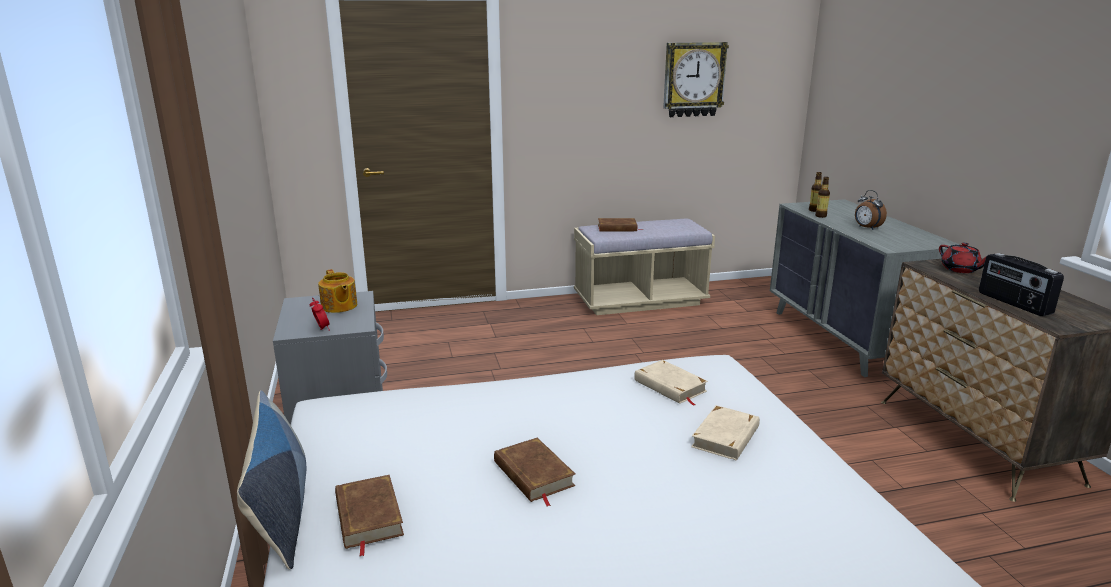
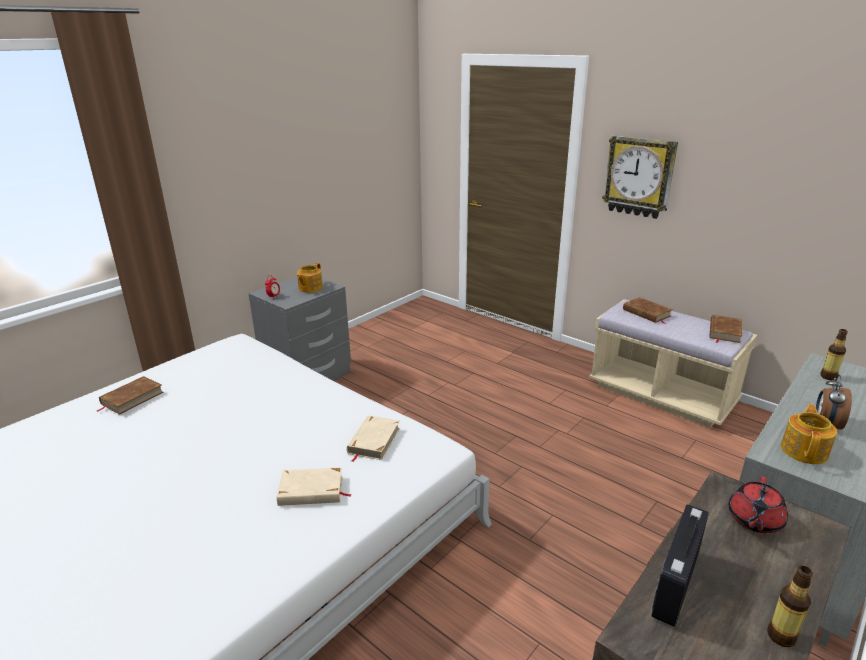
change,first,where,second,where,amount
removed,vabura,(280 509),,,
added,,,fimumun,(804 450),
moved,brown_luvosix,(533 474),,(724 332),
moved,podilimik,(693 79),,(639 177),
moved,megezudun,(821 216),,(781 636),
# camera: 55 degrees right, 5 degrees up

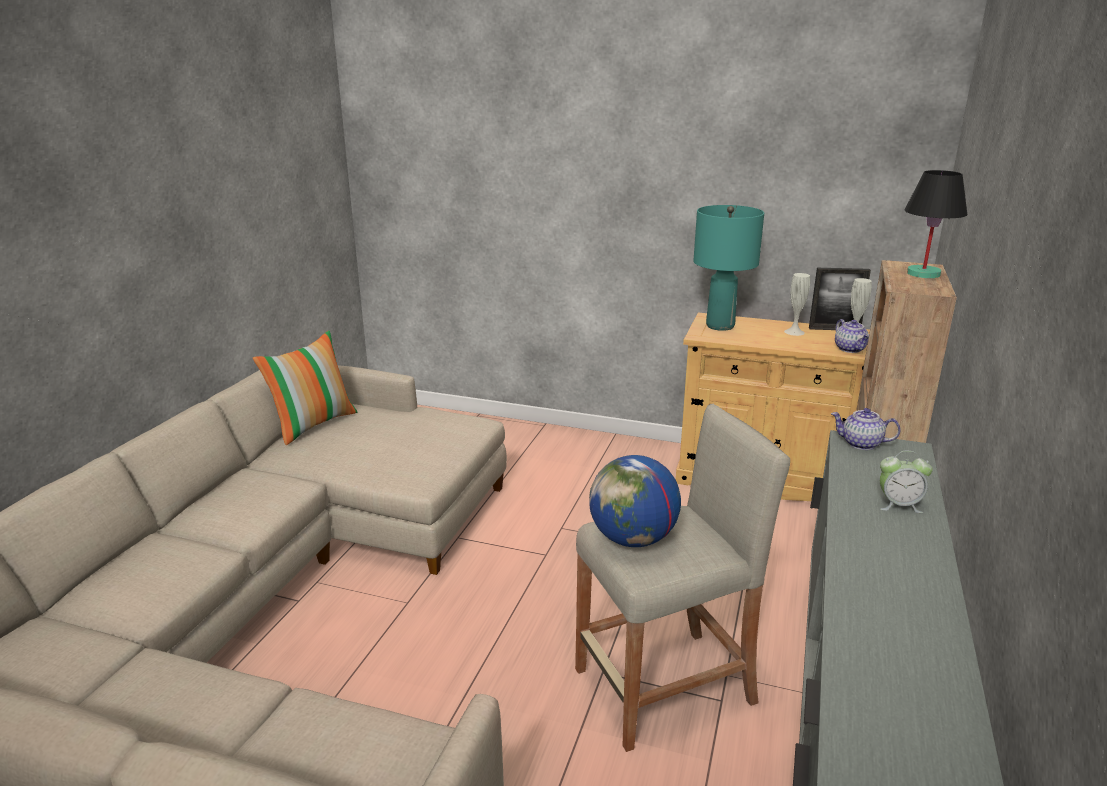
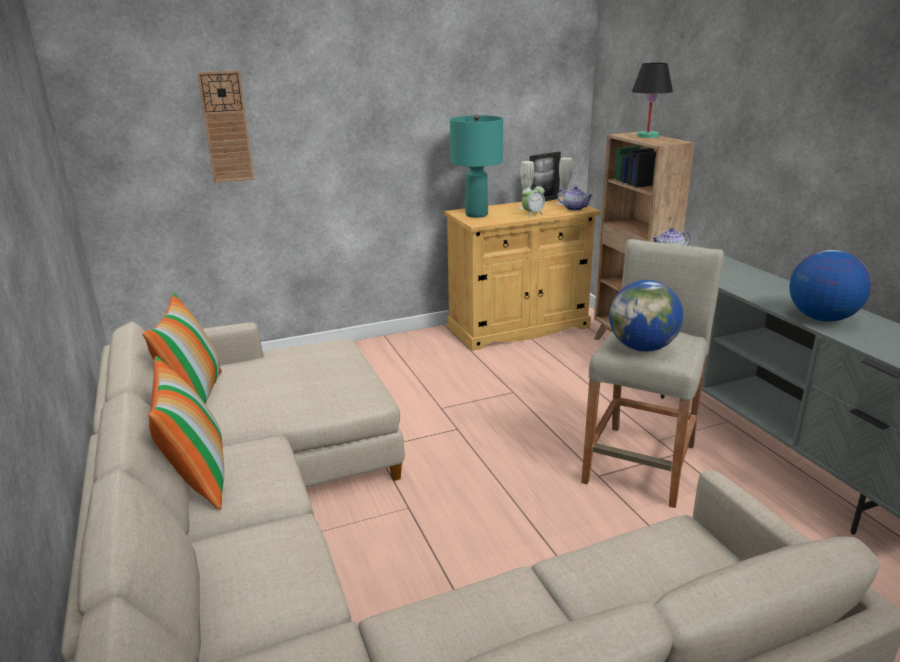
change,first,where,second,where,amount
added,,,vabura,(197 478),
added,,,podilimik,(226 127),
added,,,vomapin,(821 318),
moved,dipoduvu,(898 505),,(533 214),
# camera: 40 degrees left, 0 degrees up

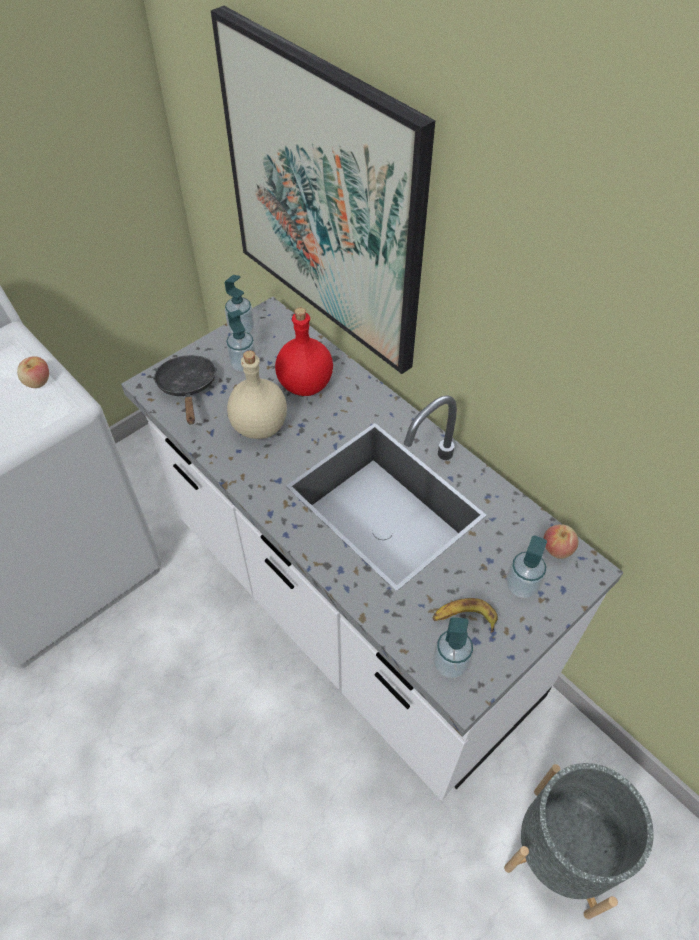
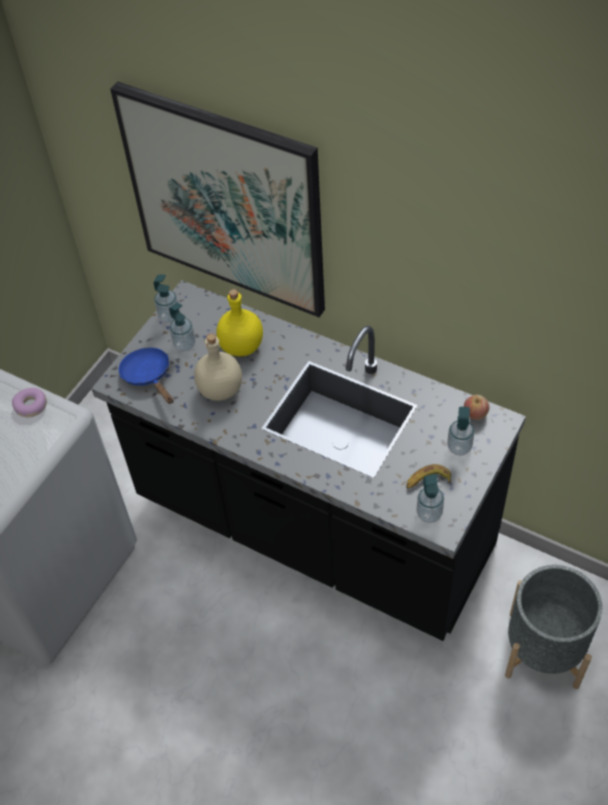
change,first,where,second,where,amount
replaced,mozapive,(38 382),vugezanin,(31 406),
recoloured,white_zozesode,(349 610),black_zozesode,(313 527),
recoloured,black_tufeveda,(188 388),blue_tufeveda,(148 376),
recoloured,red_megezudun,(304 384),yellow_megezudun,(241 346),
# camera: 15 degrees left, 0 degrees up

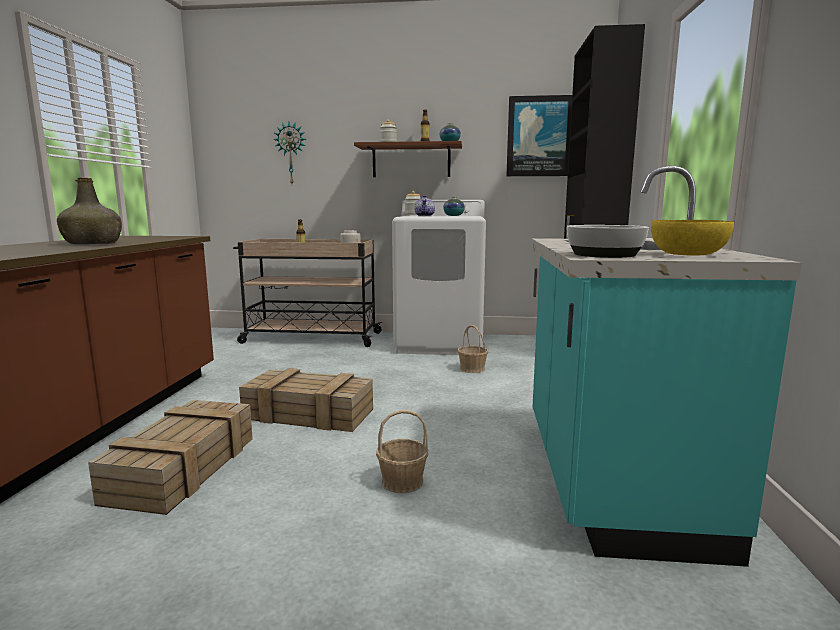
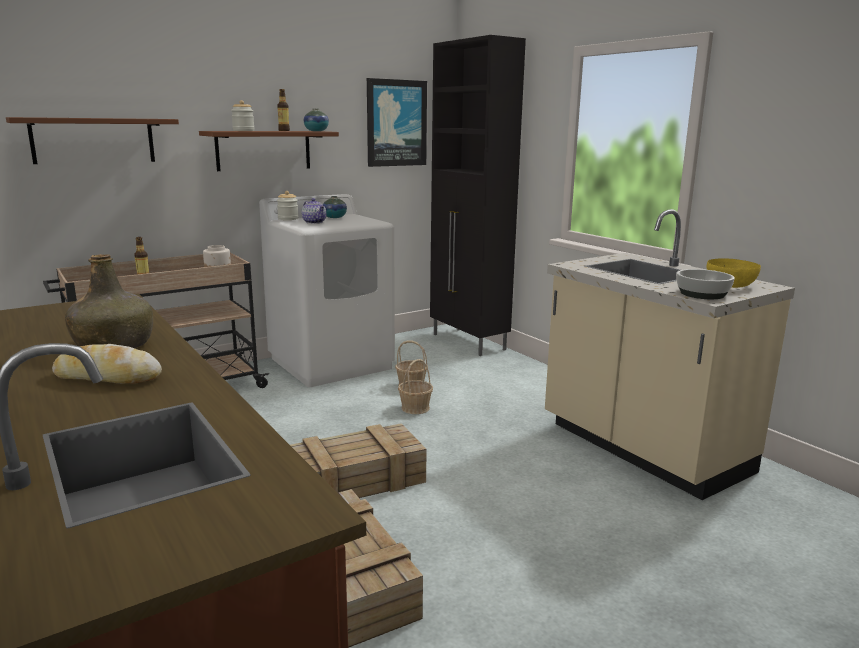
change,first,where,second,where,amount
added,,,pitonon,(108 377),
moved,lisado,(402 481),,(415 408),
replaced,podilimik,(291 153),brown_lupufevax,(93 140),
recoloured,turquoise_zozesode,(610 481),beige_zozesode,(642 449),
# camera: 40 degrees left, 5 degrees up

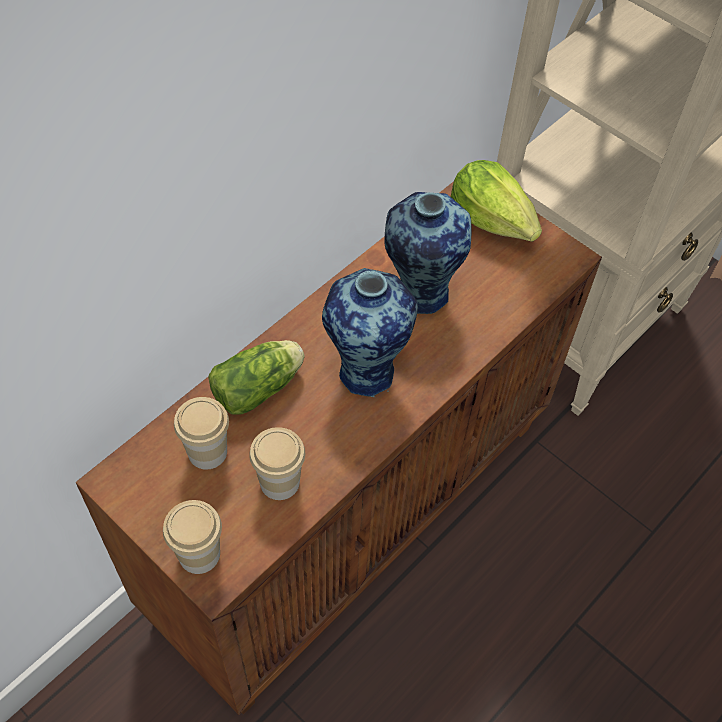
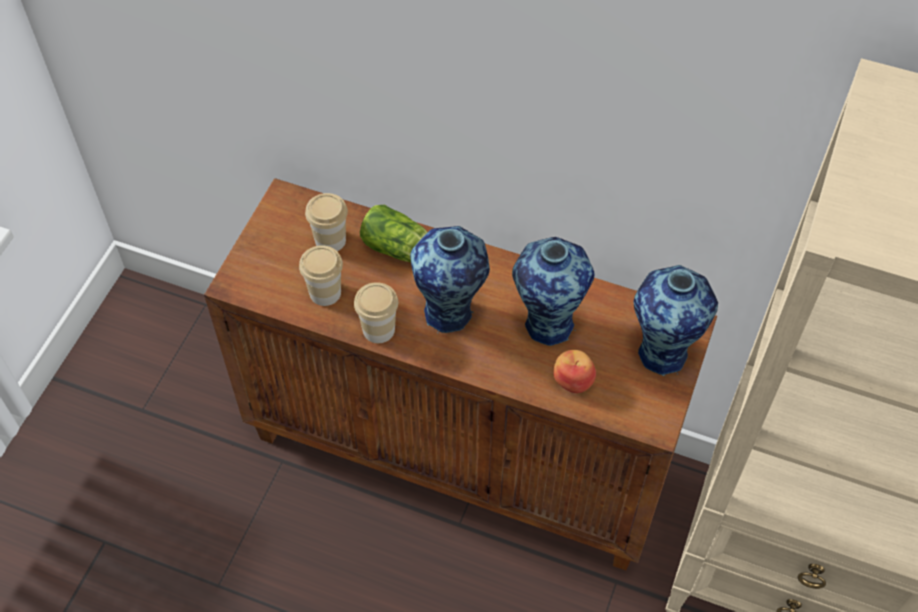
change,first,where,second,where,amount
added,,,mozapive,(573 380),
moved,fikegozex,(199 554),,(378 329),
replaced,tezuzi,(492 220),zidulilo,(663 351),
# camera: 70 degrees right, 0 degrees up

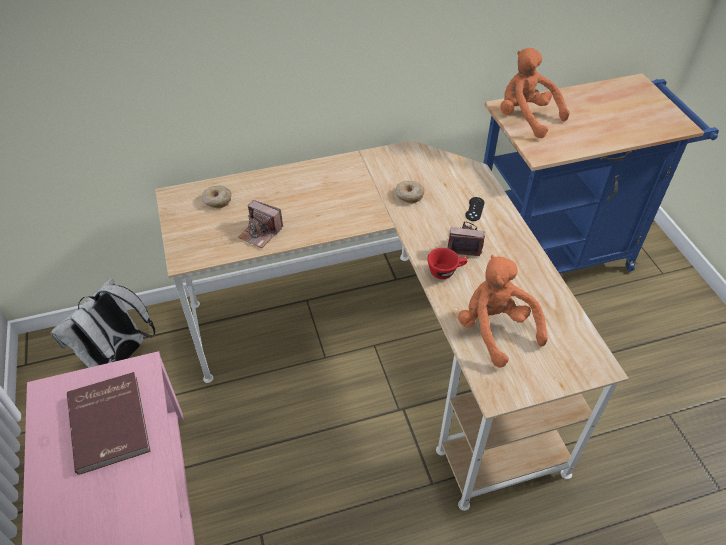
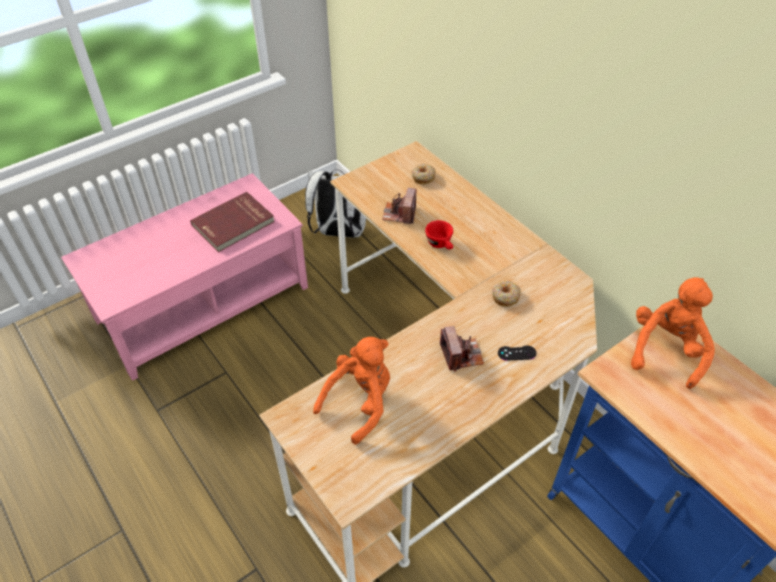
change,first,where,second,where,amount
moved,red_fikegozex,(446 271),,(441 244),
# camera: 70 degrees right, 0 degrees up

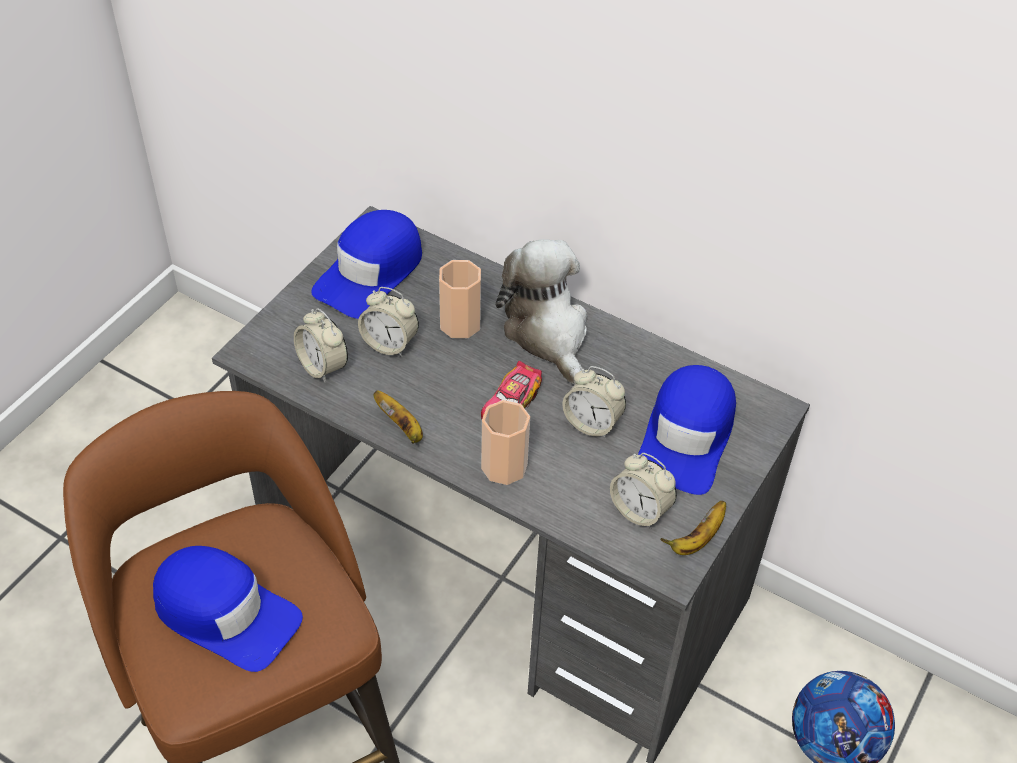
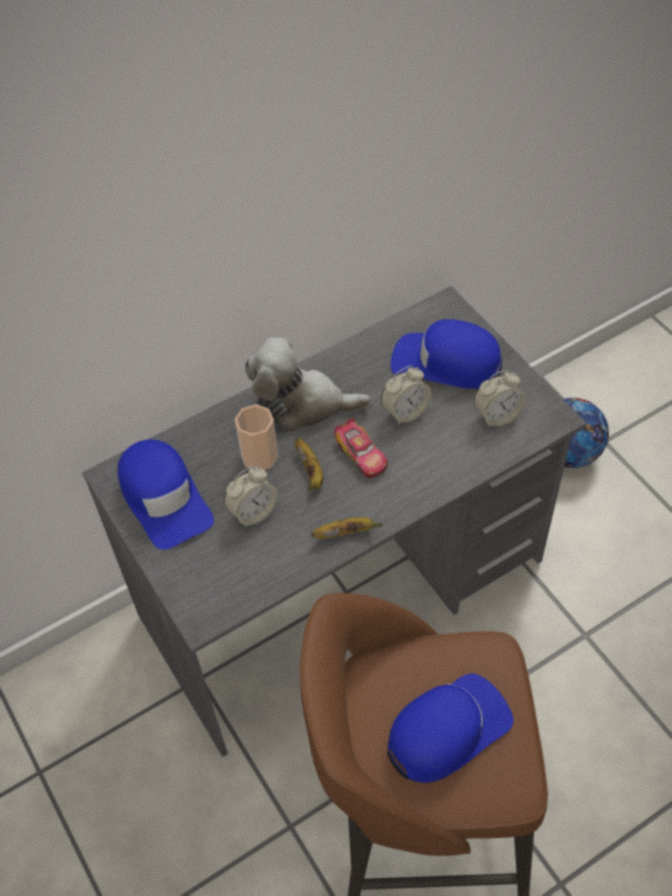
change,first,where,second,where,amount
removed,dipoduvu,(323 366),,,
removed,fikegozex,(504 466),,,
moved,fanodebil,(697 539),,(311 472),
turned,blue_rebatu,(687 437),,(446 362),150 degrees clockwise
# camera: 60 degrees left, 5 degrees up

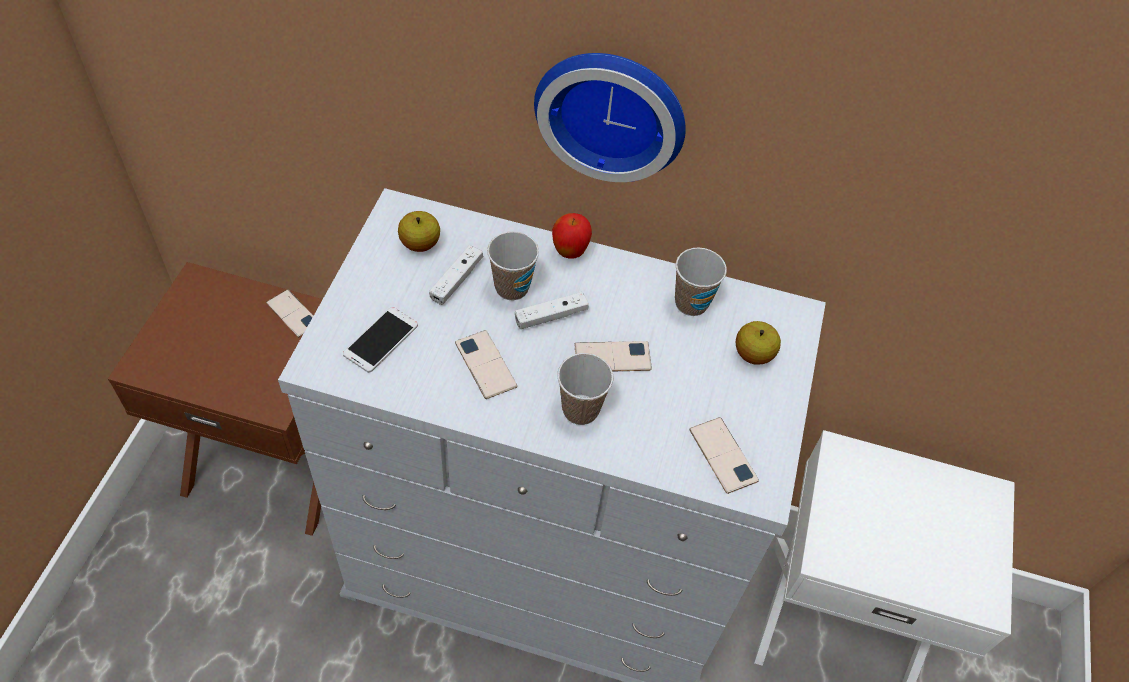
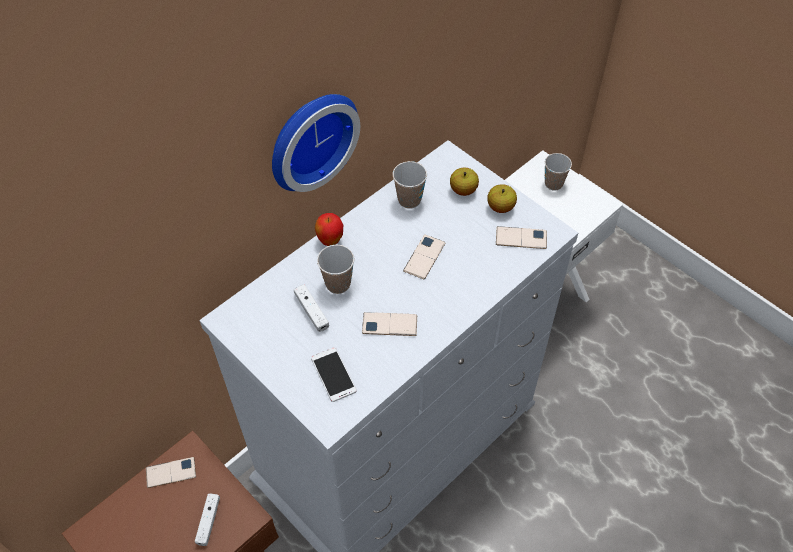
change,first,where,second,where,amount
moved,mozapive,(420 244),,(500 207),
moved,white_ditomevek,(551 316),,(208 521),
moved,fikegozex,(580 410),,(553 184),
# camera: 55 degrees left, 0 degrees up

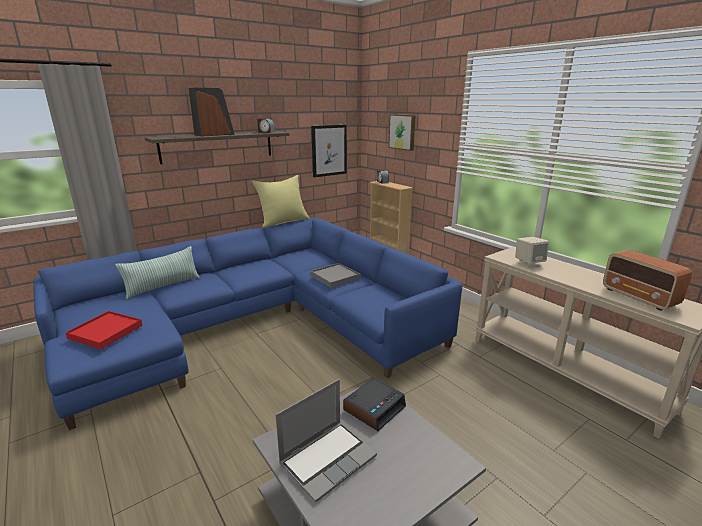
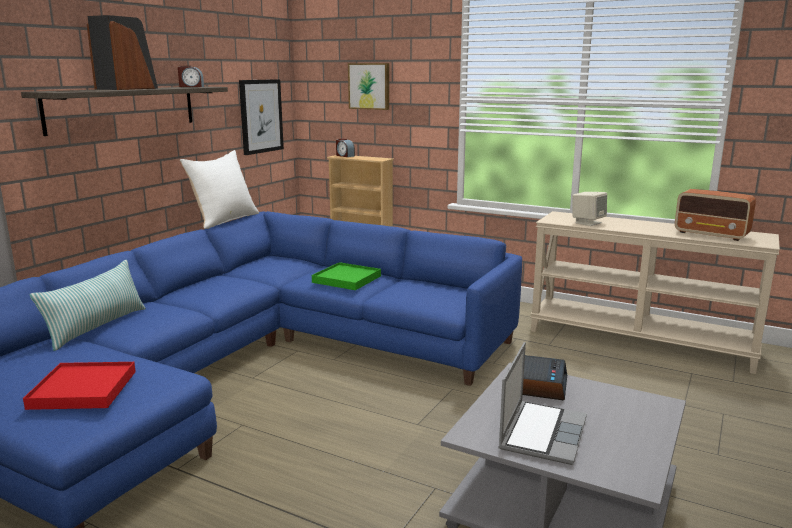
change,first,where,second,where,amount
recoloured,yellow_vabura,(283 222),white_vabura,(224 220),
recoloured,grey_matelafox,(335 277),green_matelafox,(347 279),
# camera: 25 degrees left, 5 degrees down

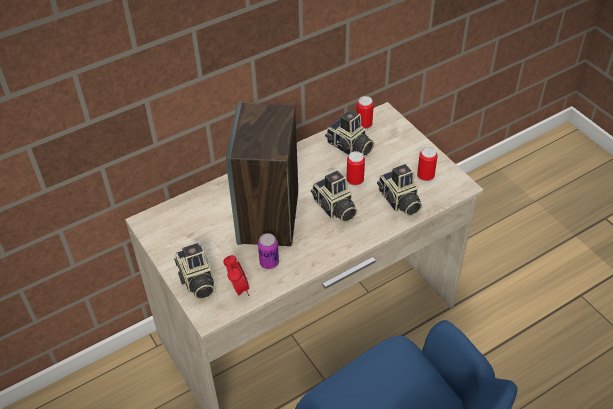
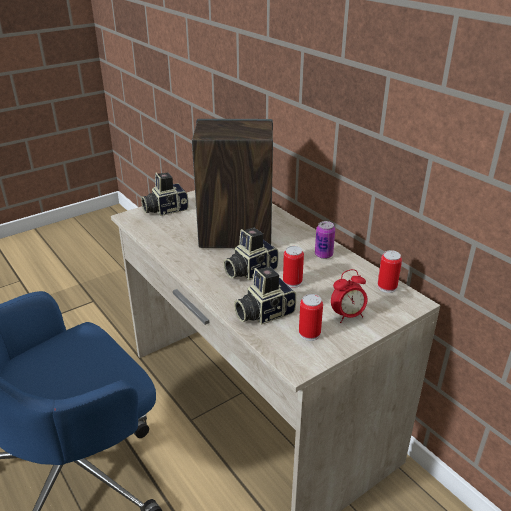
change,first,where,second,where,amount
removed,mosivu,(349 147),,,
moved,dipoduvu,(238 289),,(347 316),
moved,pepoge,(269 263),,(323 255),
# camera: 85 degrees right, 15 degrees down

